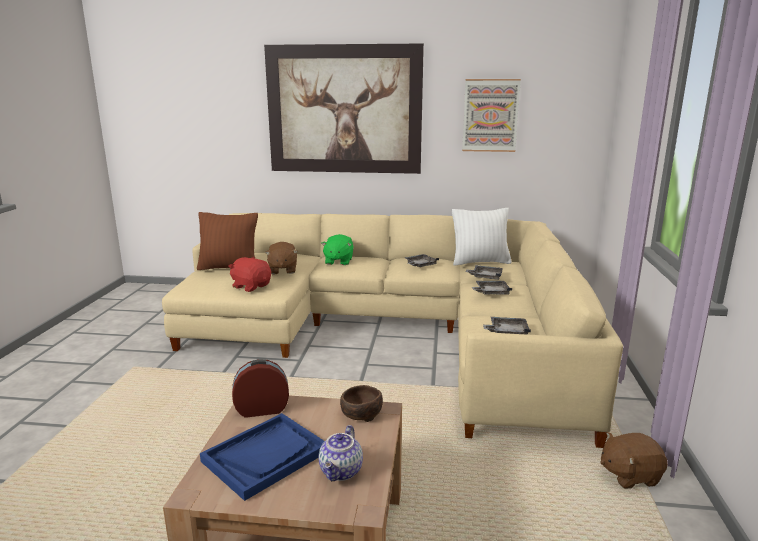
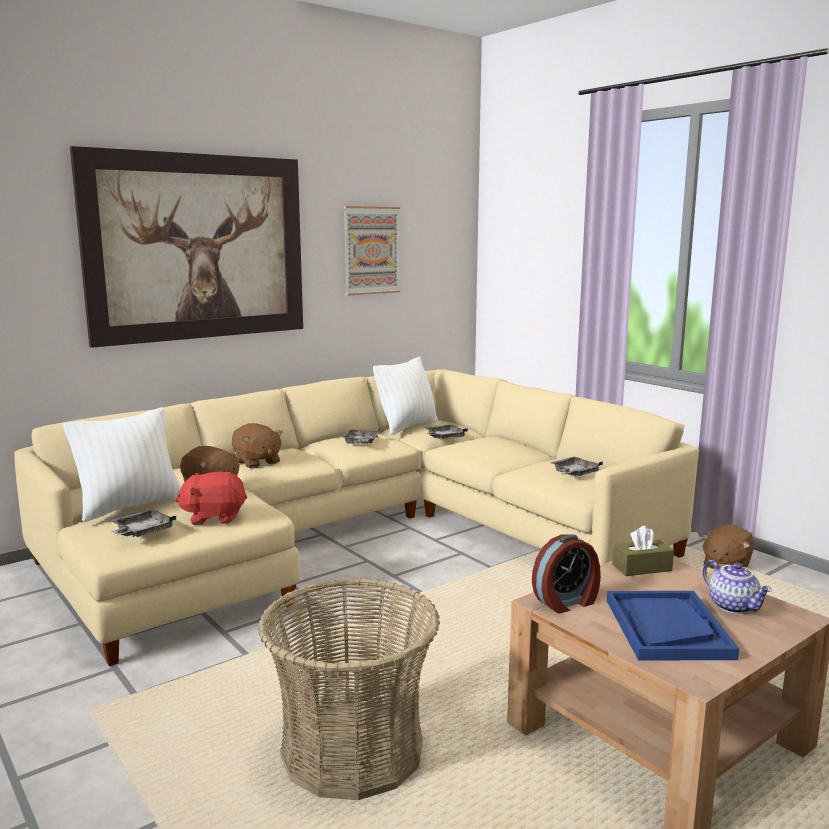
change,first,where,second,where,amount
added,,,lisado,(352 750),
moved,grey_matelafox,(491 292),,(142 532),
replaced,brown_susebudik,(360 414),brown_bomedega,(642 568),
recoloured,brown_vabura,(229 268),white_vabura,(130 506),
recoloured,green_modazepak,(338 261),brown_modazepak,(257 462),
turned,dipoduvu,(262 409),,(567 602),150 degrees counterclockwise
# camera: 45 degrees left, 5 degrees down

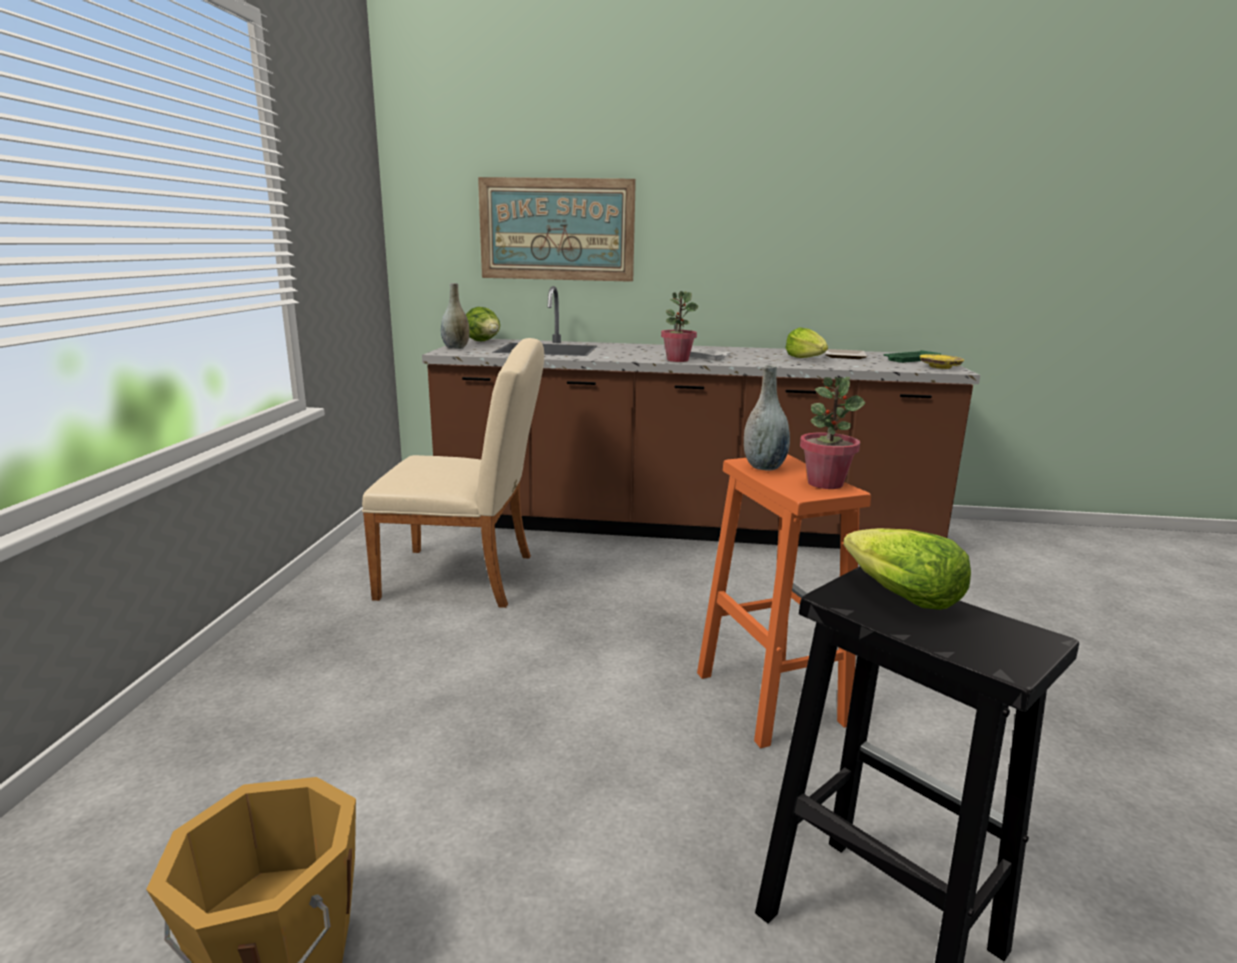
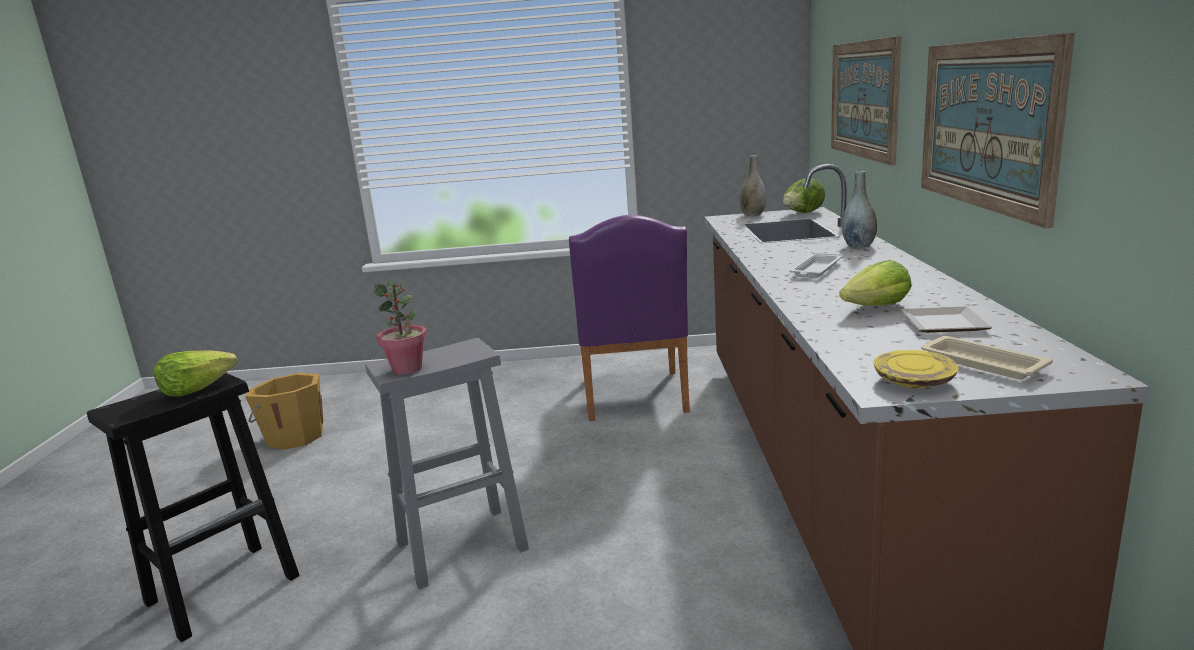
change,first,where,second,where,amount
removed,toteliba,(677 360),,,
added,,,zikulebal,(986 125),
moved,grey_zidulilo,(764 467),,(858 246),
recoloured,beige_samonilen,(468 577),purple_samonilen,(634 399),
recoloured,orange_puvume,(769 697),grey_puvume,(463 545),
recoloured,green_matelafox,(910 360),beige_matelafox,(980 363),
# camera: 85 degrees right, 0 degrees up

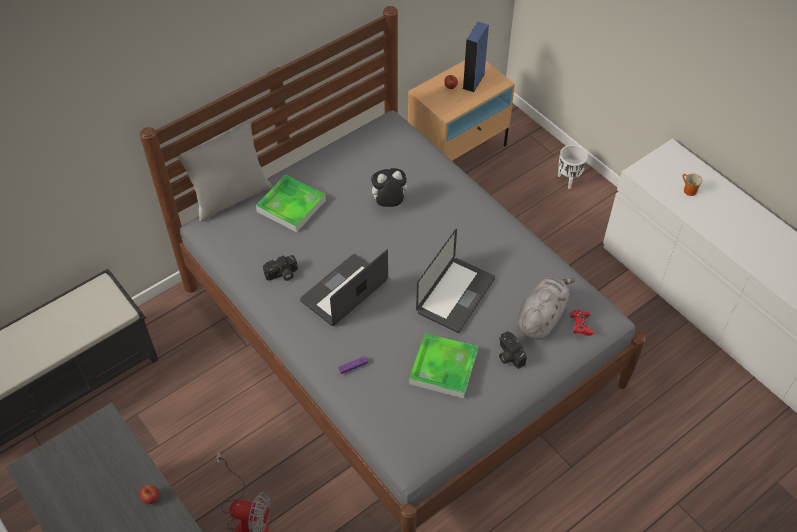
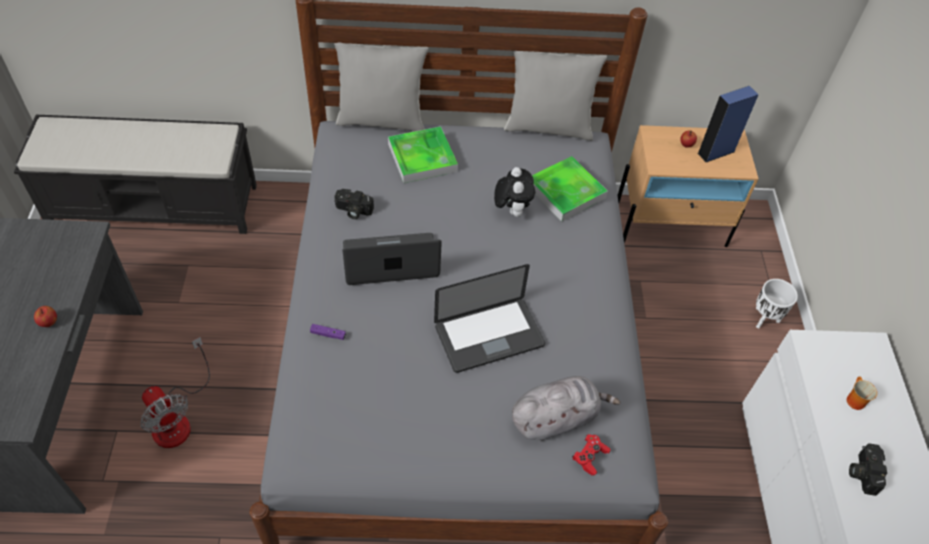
change,first,where,second,where,amount
added,,,grey_vabura,(548 127),
moved,matelafox,(443 368),,(565 191),
moved,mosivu,(508 355),,(861 472),
turned,modazepak,(388 204),,(511 210),60 degrees clockwise
# camera: 35 degrees right, 0 degrees up

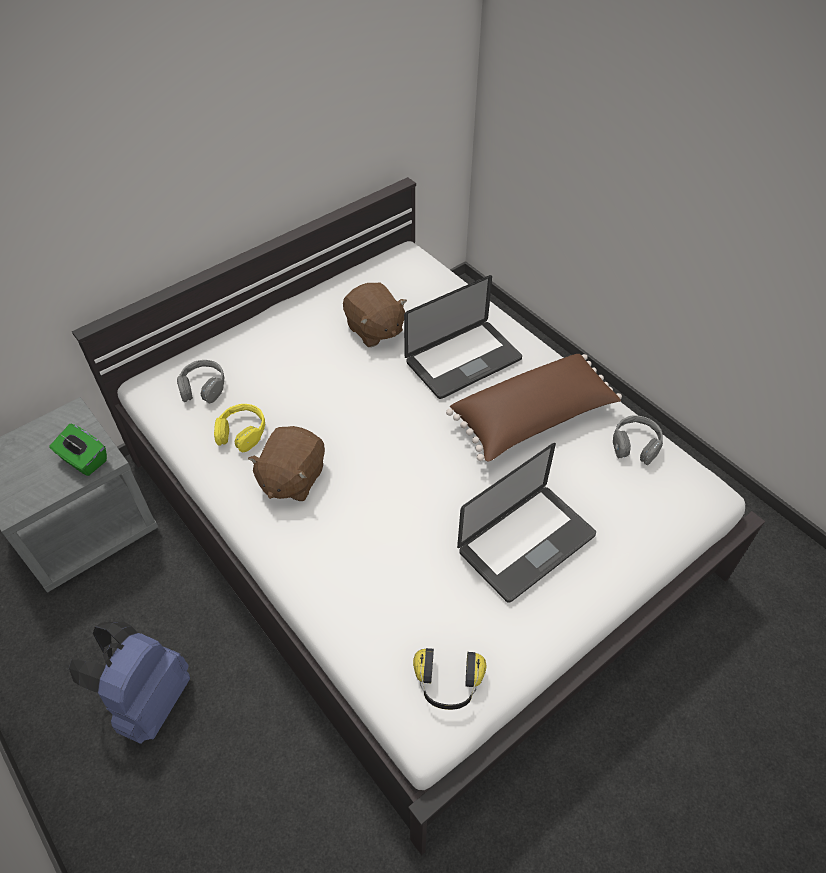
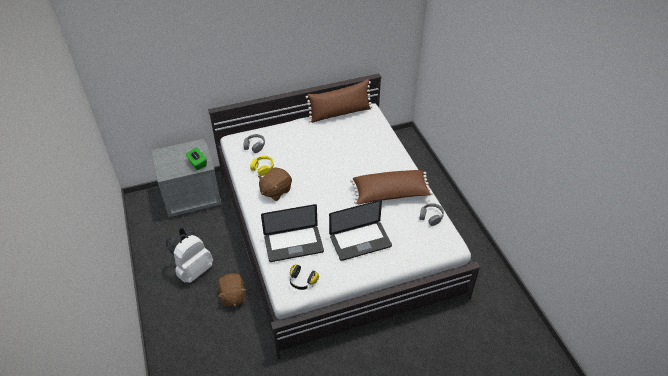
change,first,where,second,where,amount
added,,,brown_vabura,(340 113),
moved,brown_modazepak,(374 330),,(233 296),
moved,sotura,(463 361),,(293 244),
recoloured,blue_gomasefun,(148 700),white_gomasefun,(193 270),
# camera: 20 degrees right, 5 degrees down

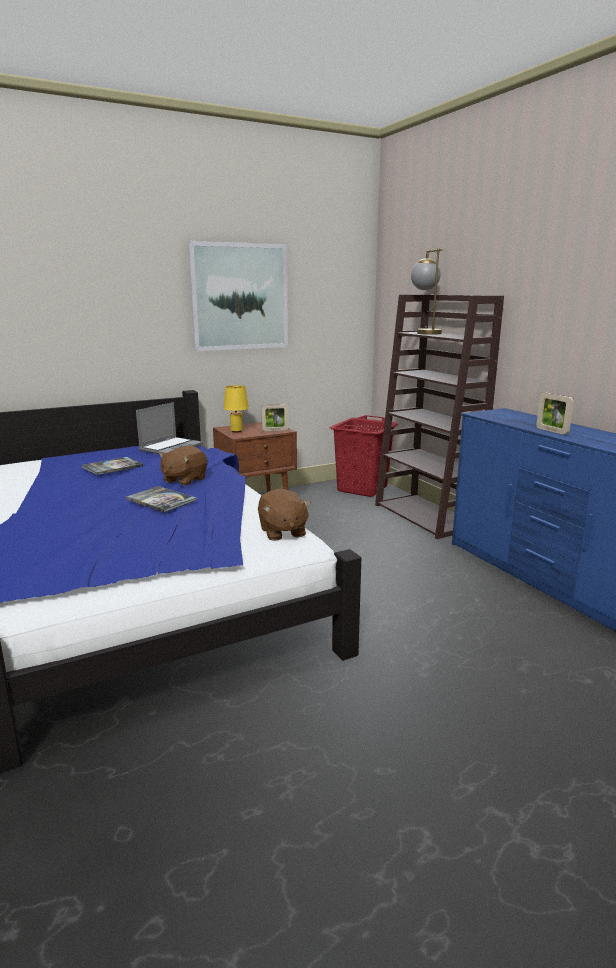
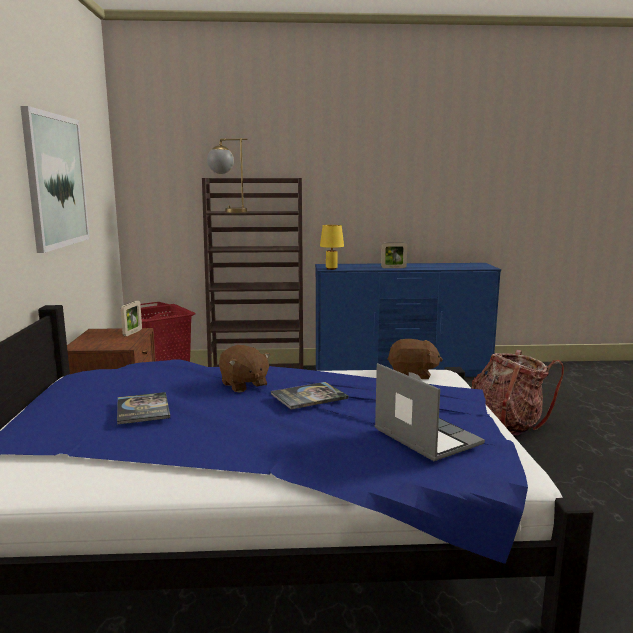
change,first,where,second,where,amount
added,,,gomasefun,(507 423),
moved,sotura,(171 447),,(425 437),
moved,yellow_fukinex,(236 431),,(331 268),
# camera: 65 degrees left, 5 degrees down

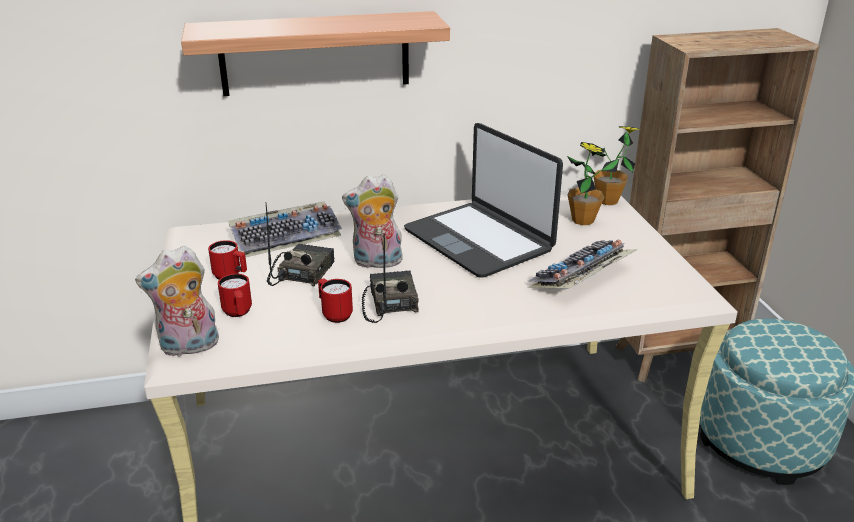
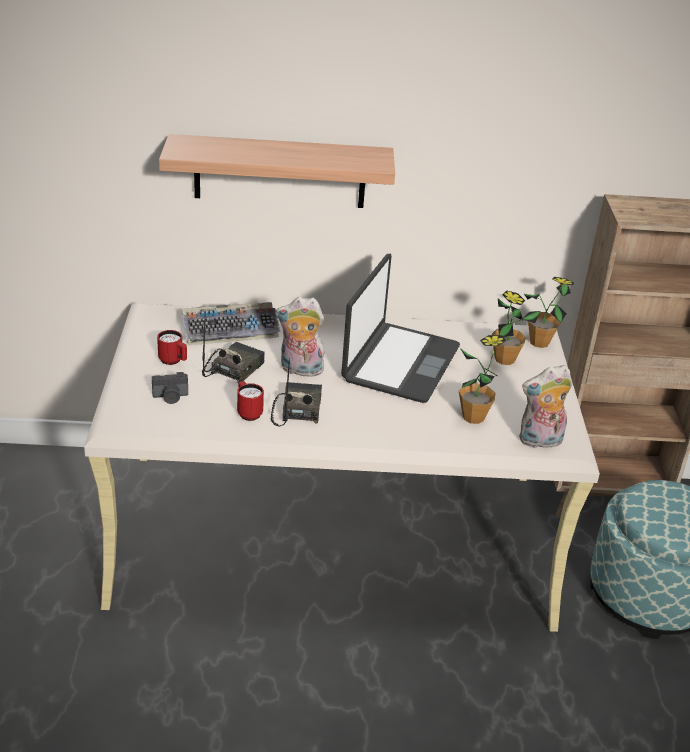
change,first,where,second,where,amount
moved,modazepak,(188 347),,(540 441),
replaced,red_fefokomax,(238 313),mosivu,(170 397),
replaced,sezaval,(581 278),toteliba,(473 417),
turned,sotura,(479 240),,(399 363),135 degrees counterclockwise
# camera: 10 degrees right, 5 degrees up

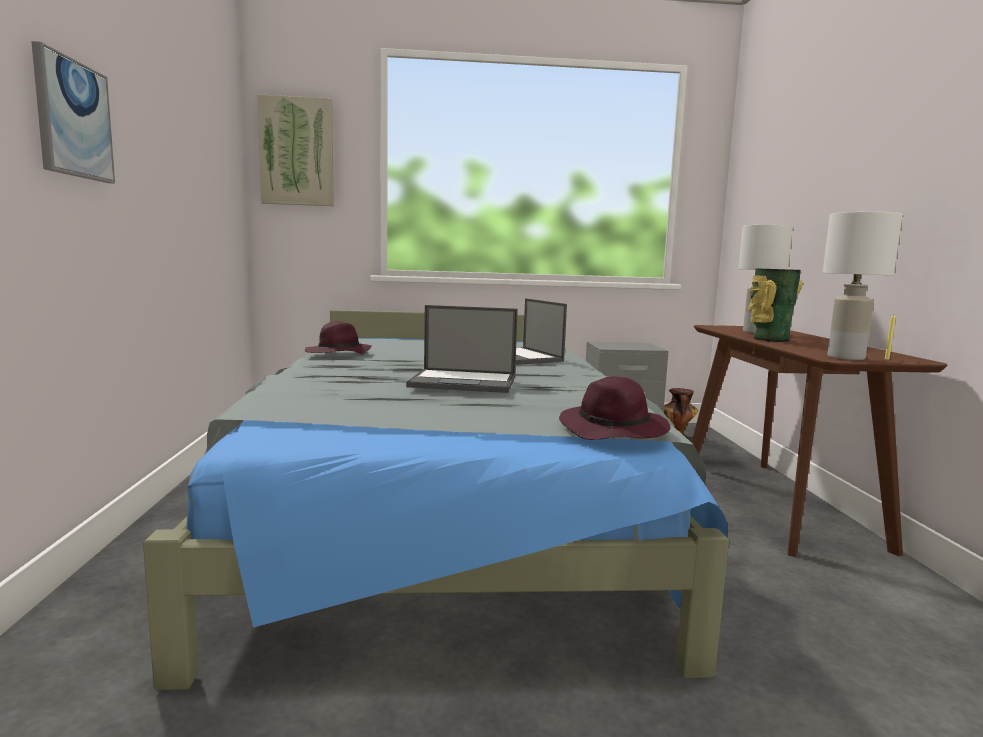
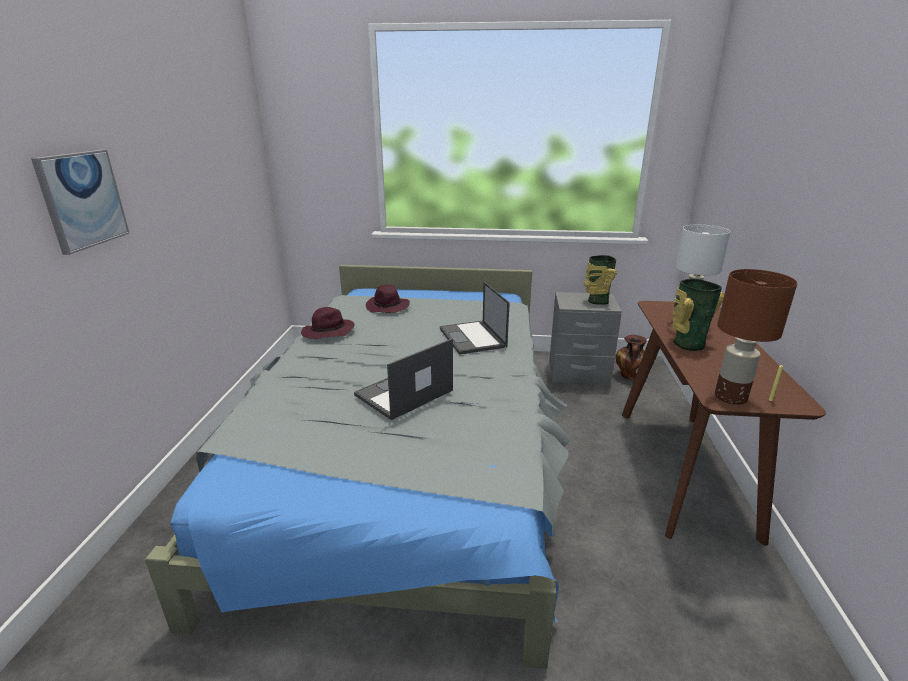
change,first,where,second,where,amount
removed,zikulebal,(297 152),,,
added,,,zidulilo,(597 301),
moved,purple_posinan,(614 430),,(388 307),
recoloured,white_fukinex,(844 358),brown_fukinex,(729 397),
turned,sotura,(465 382),,(403 393),120 degrees clockwise
# camera: 10 degrees right, 15 degrees up

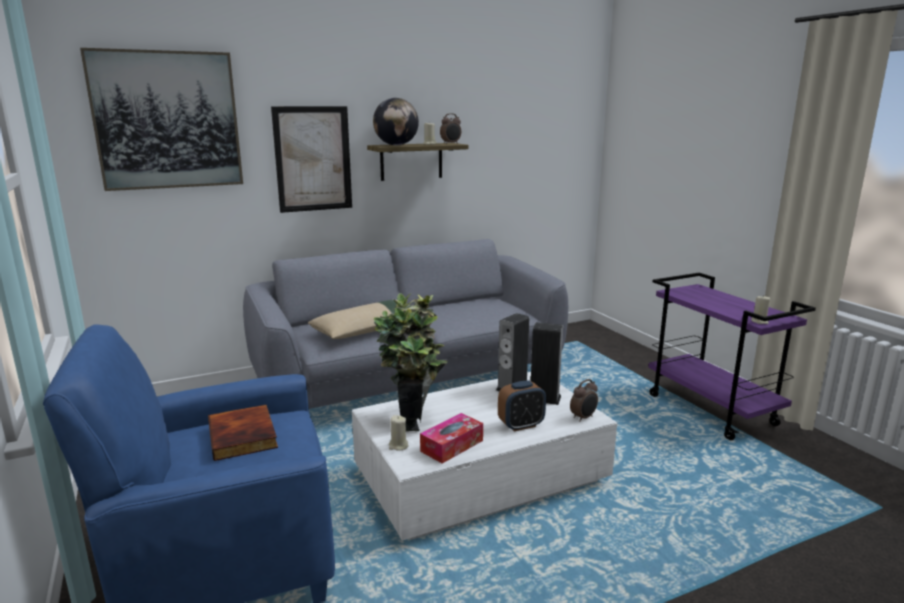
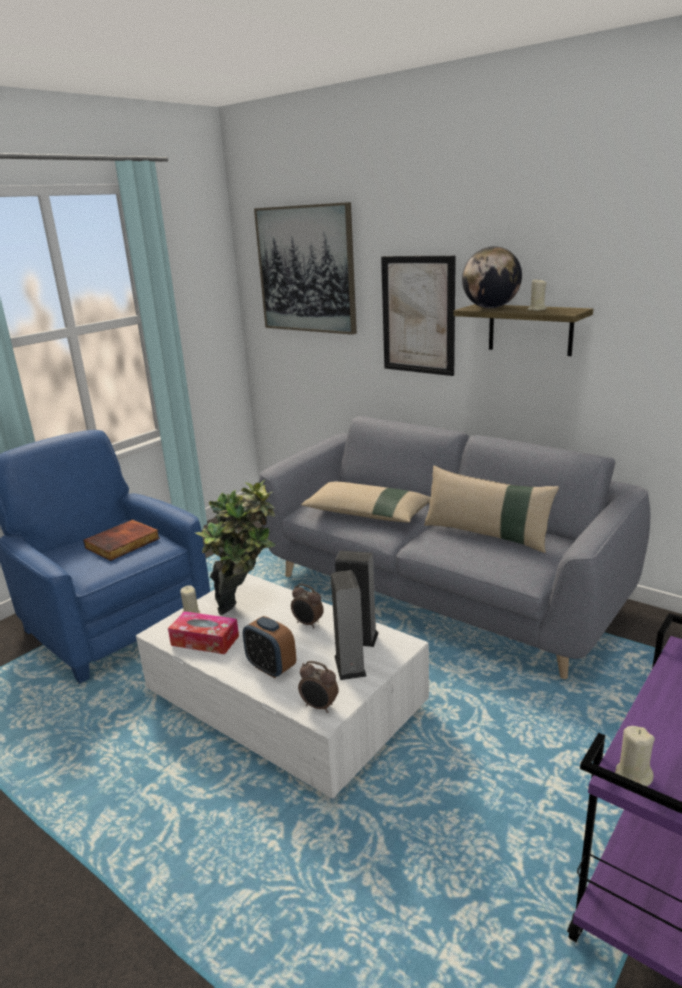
change,first,where,second,where,amount
added,,,beige_vabura,(487 535),
moved,dipoduvu,(451 143),,(308 624),
# camera: 65 degrees right, 5 degrees up

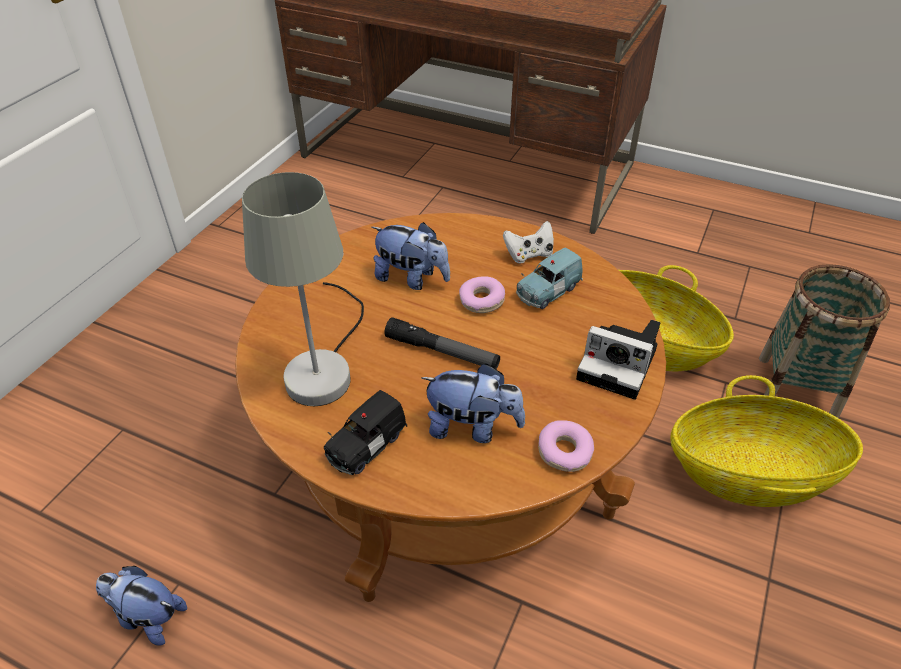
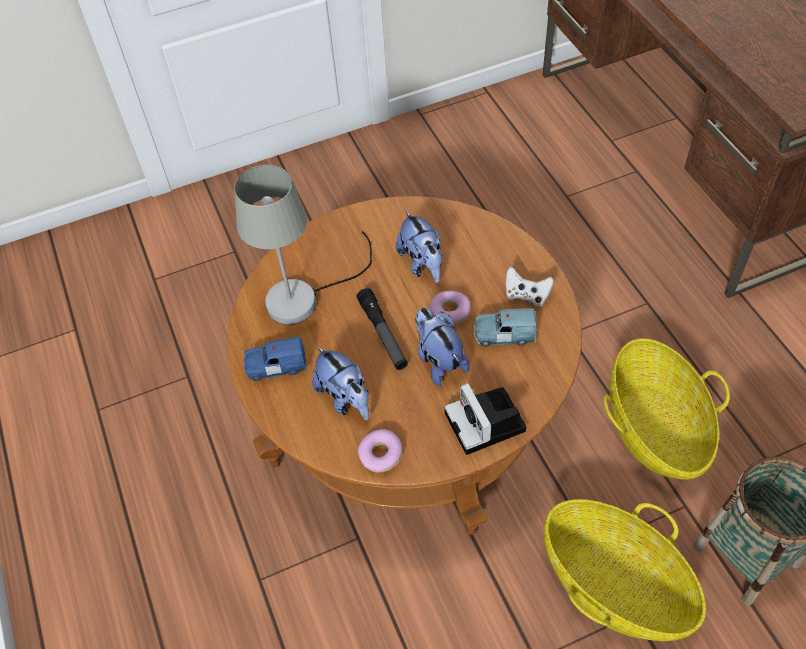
change,first,where,second,where,amount
moved,modazepak,(148 617),,(438 360),
recoloured,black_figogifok,(365 445),blue_figogifok,(276 366),
# camera: 45 degrees right, 10 degrees up

